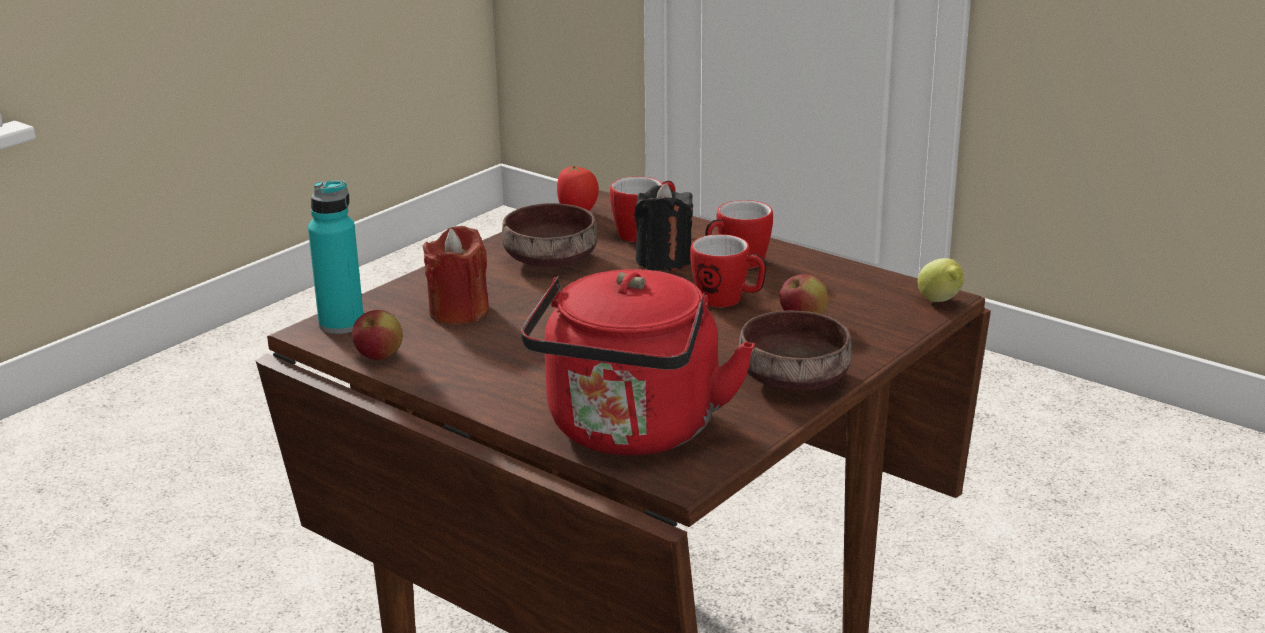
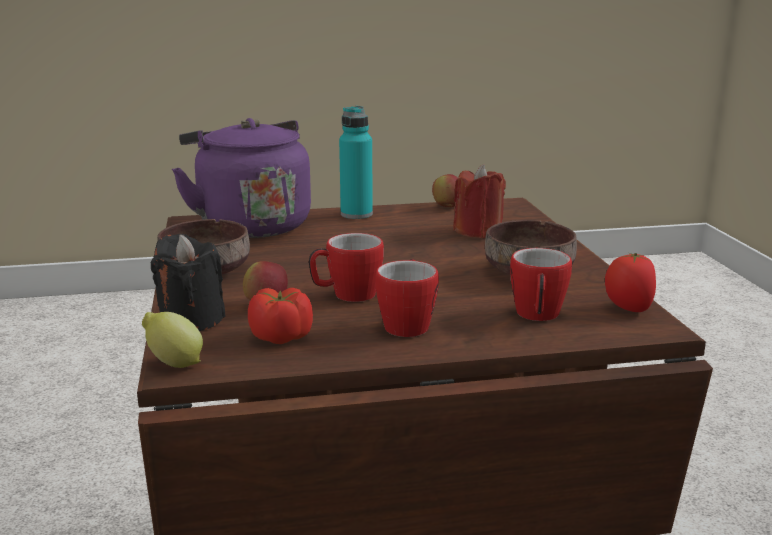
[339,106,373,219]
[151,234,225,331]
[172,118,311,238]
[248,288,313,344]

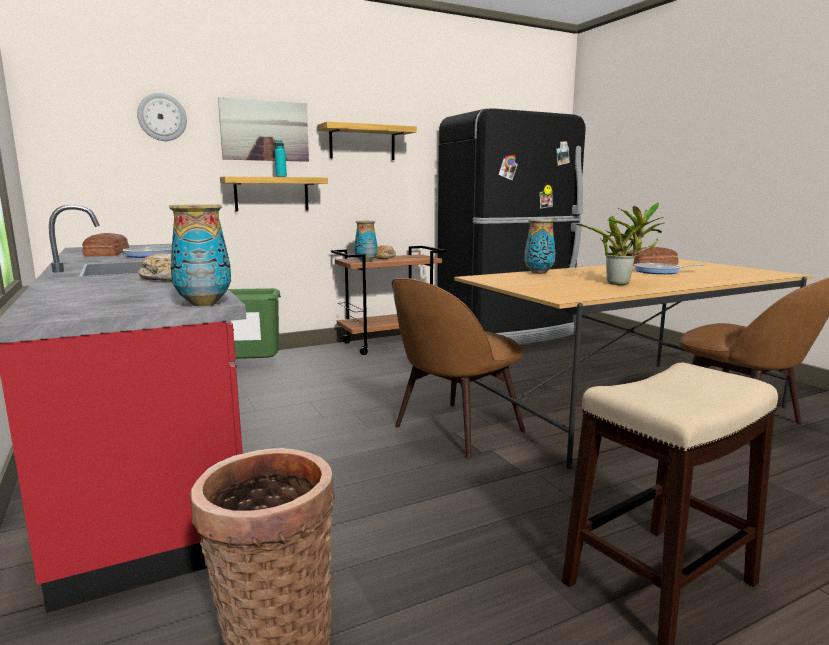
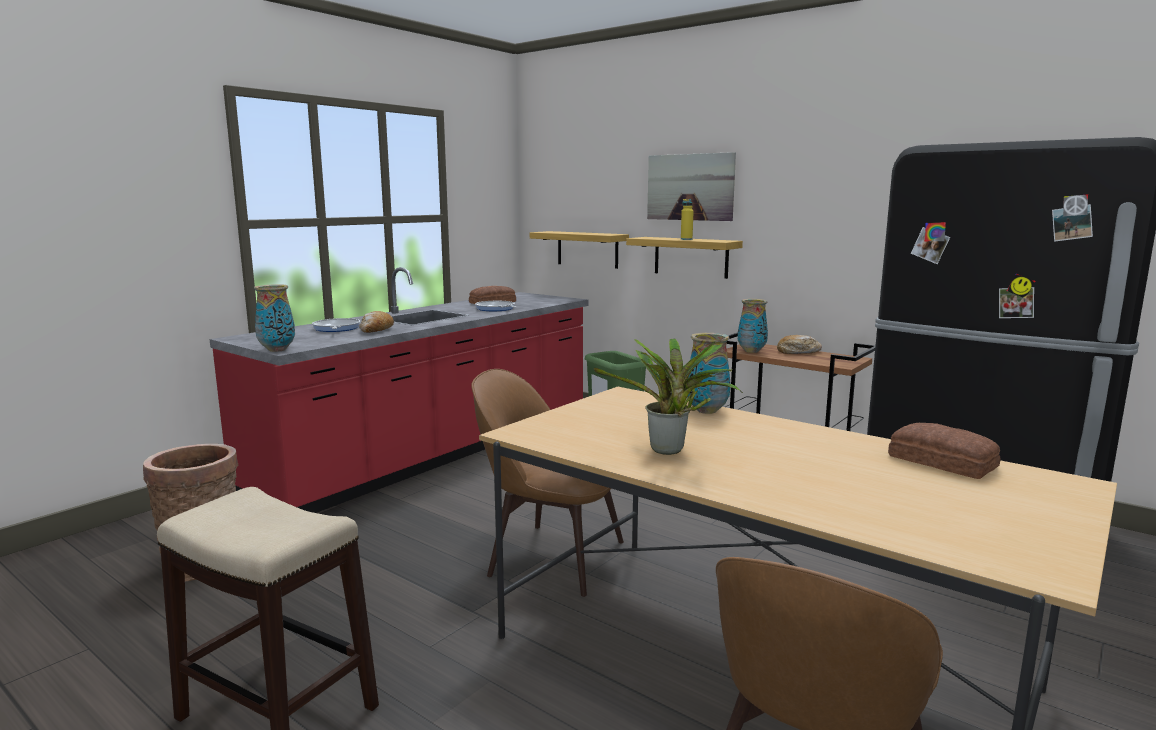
[137,93,187,141] (first image)
[530,231,629,269]
[681,199,694,240]
[312,318,360,332]

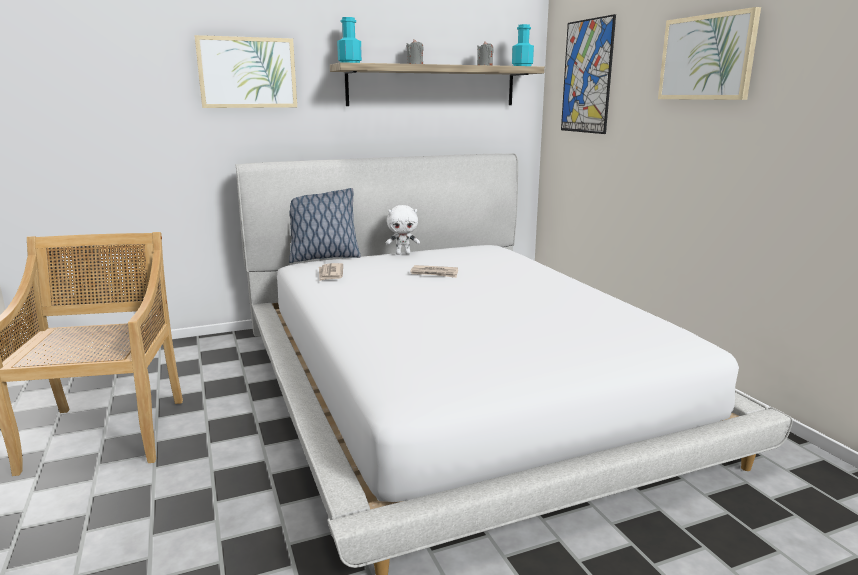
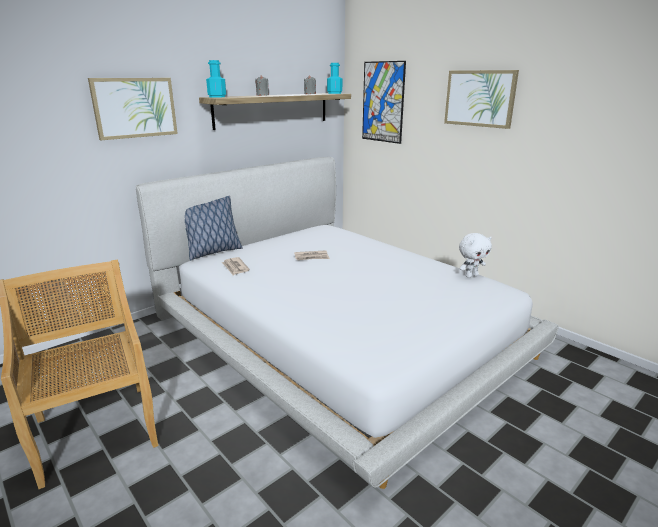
[459,233,492,278]

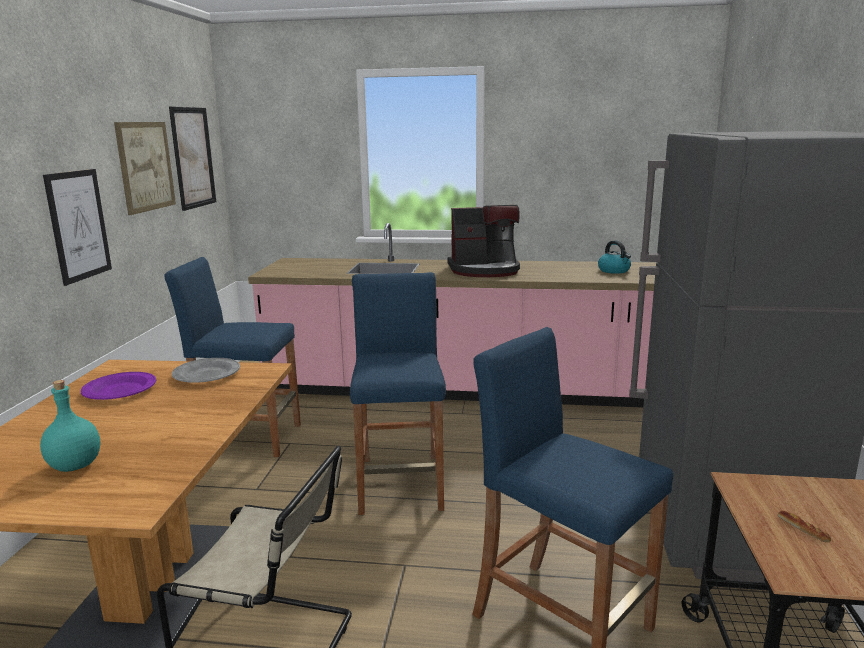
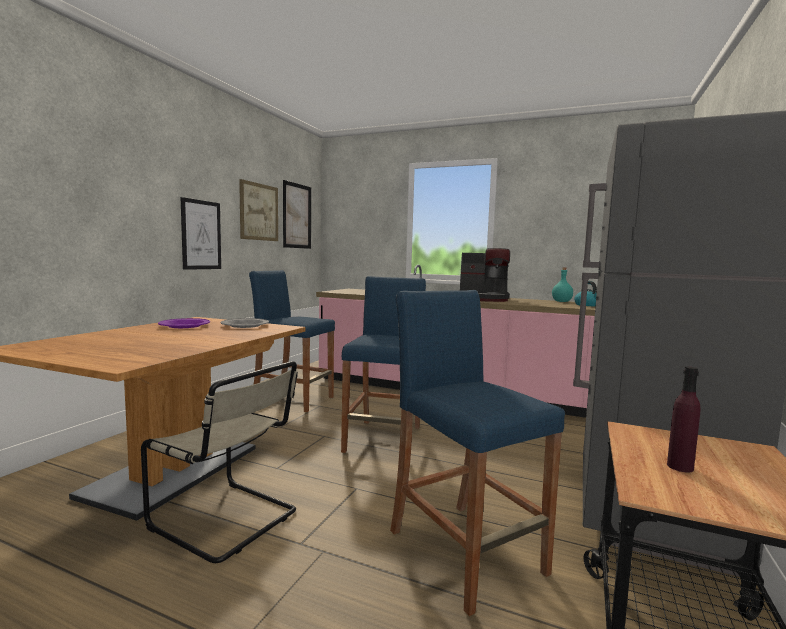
[552,267,573,302]
[667,367,701,473]

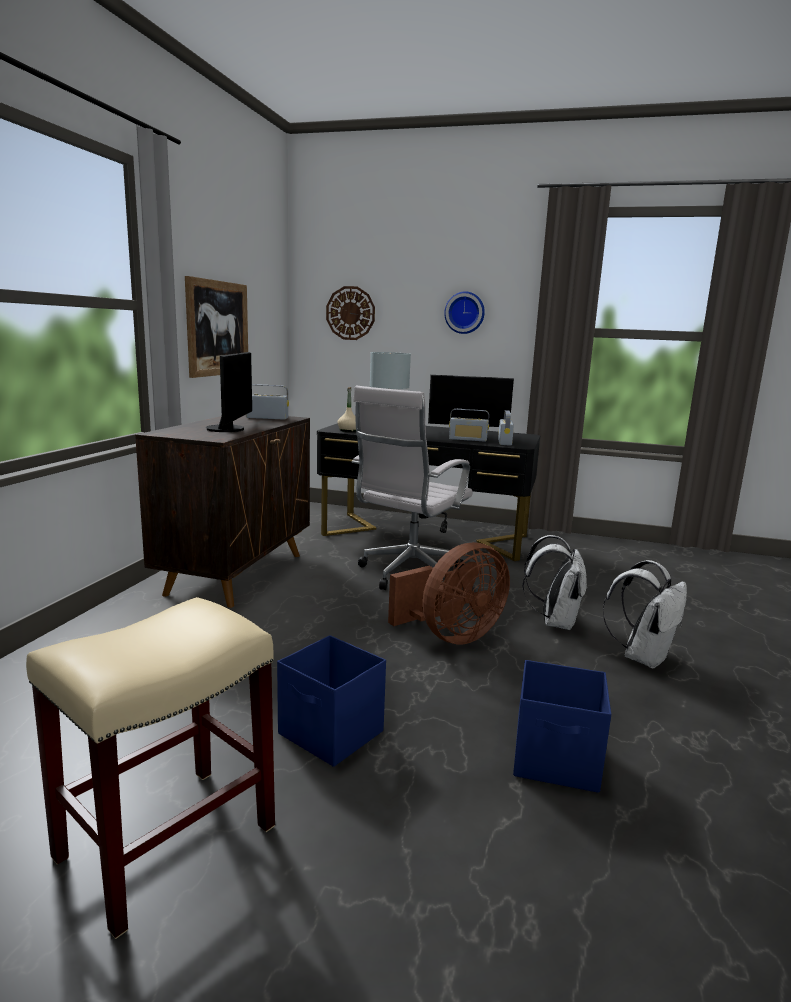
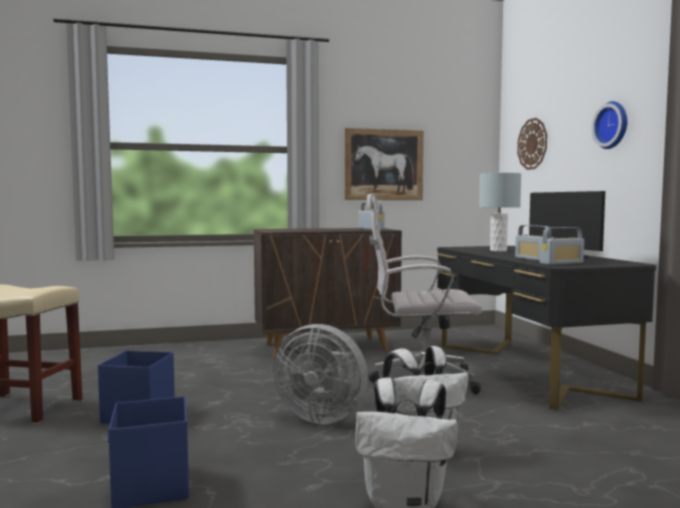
[206,352,252,432] (first image)
[337,387,356,432] (first image)
[273,324,368,424]

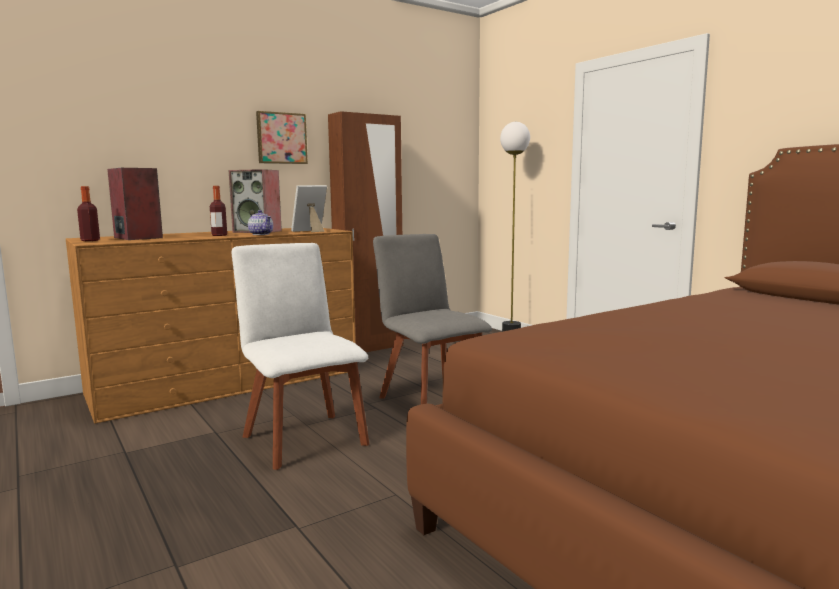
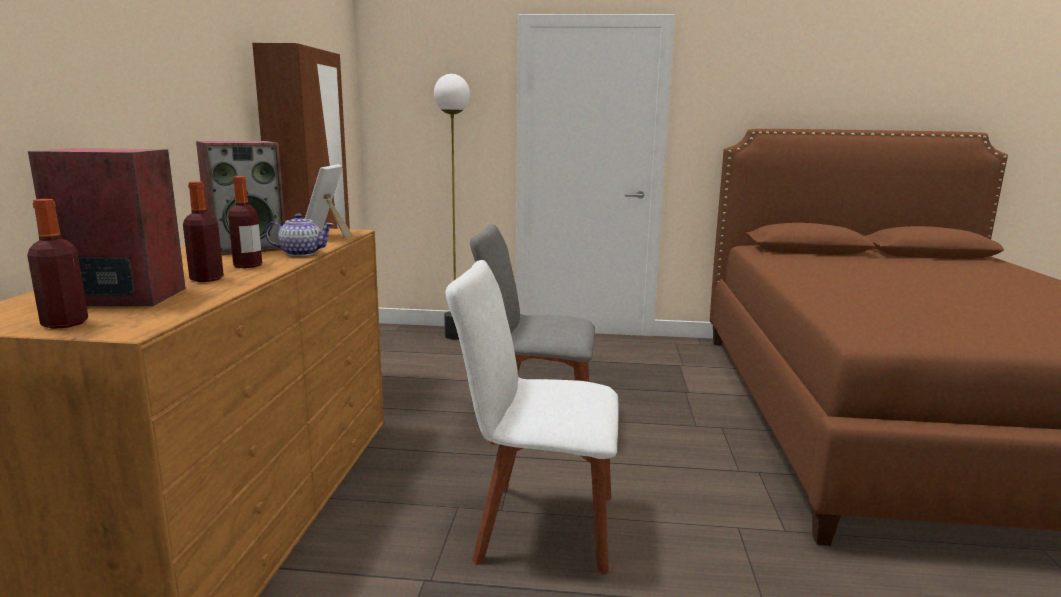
[256,111,308,164] (first image)
[183,181,224,282]

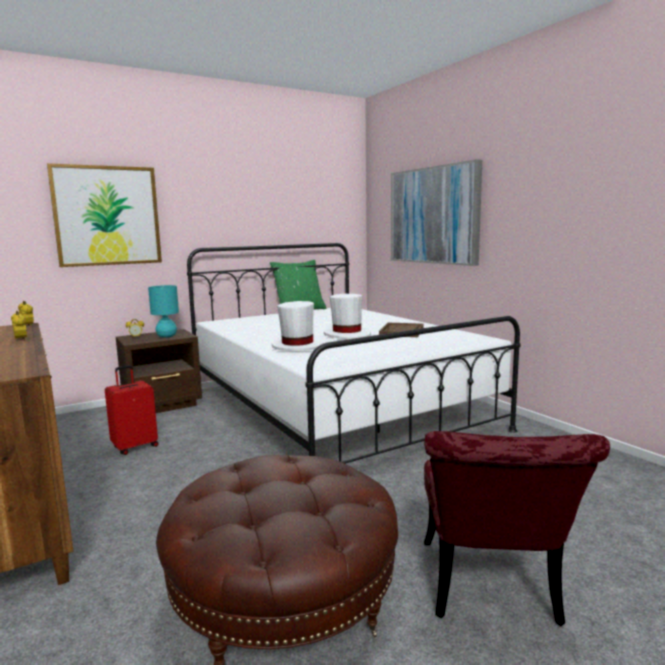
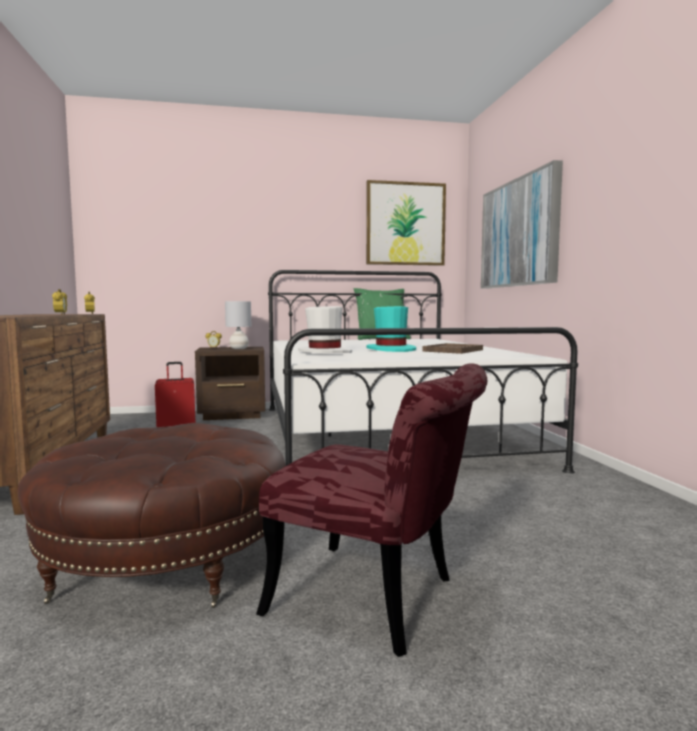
[366,180,446,266]
[225,301,251,349]
[367,306,416,352]
[256,363,487,657]

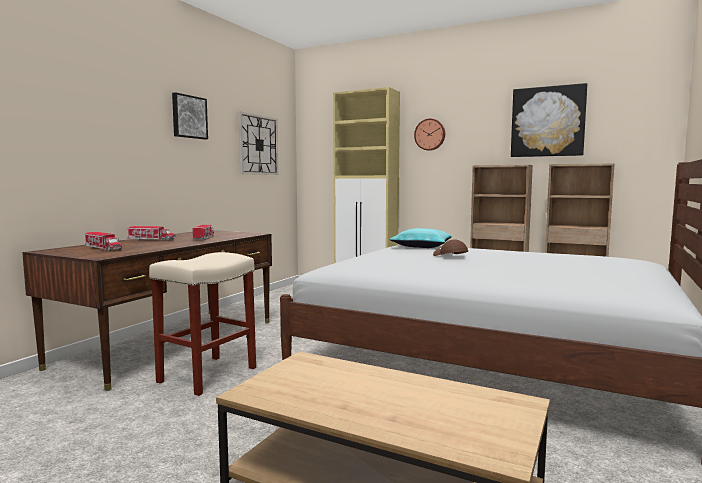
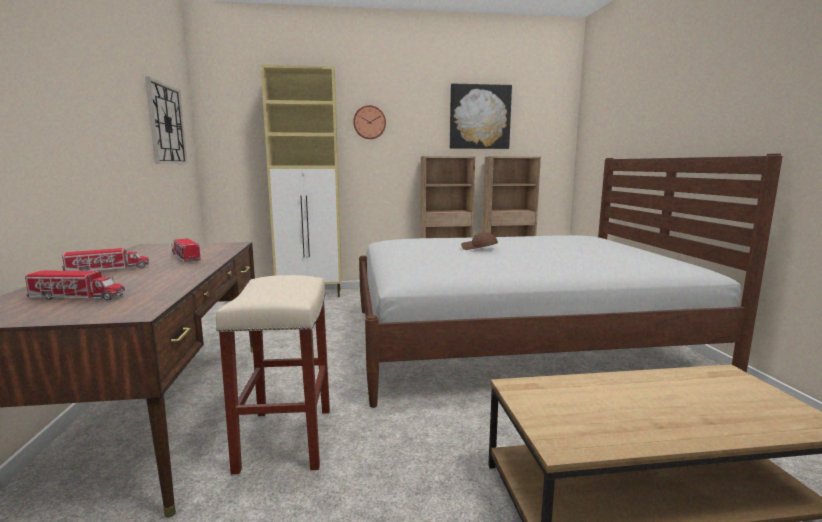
[172,92,208,140] (first image)
[389,228,452,248] (first image)

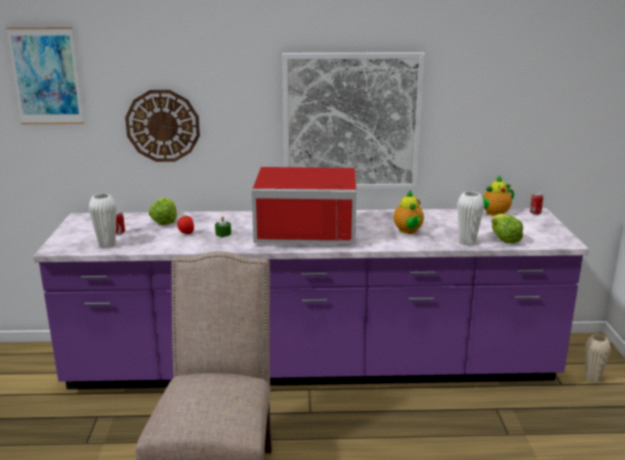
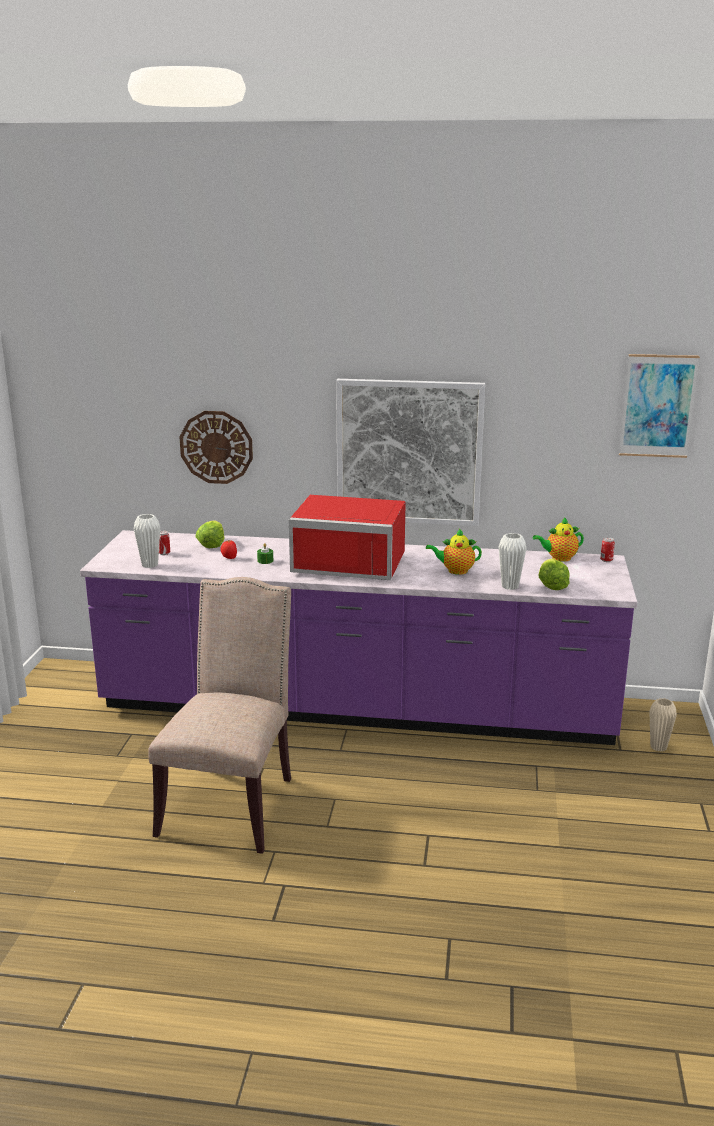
[619,354,700,458]
[426,529,482,575]

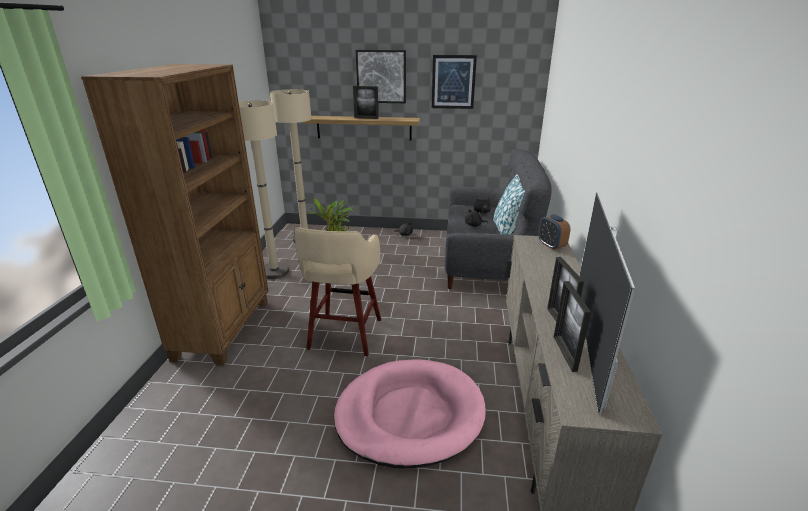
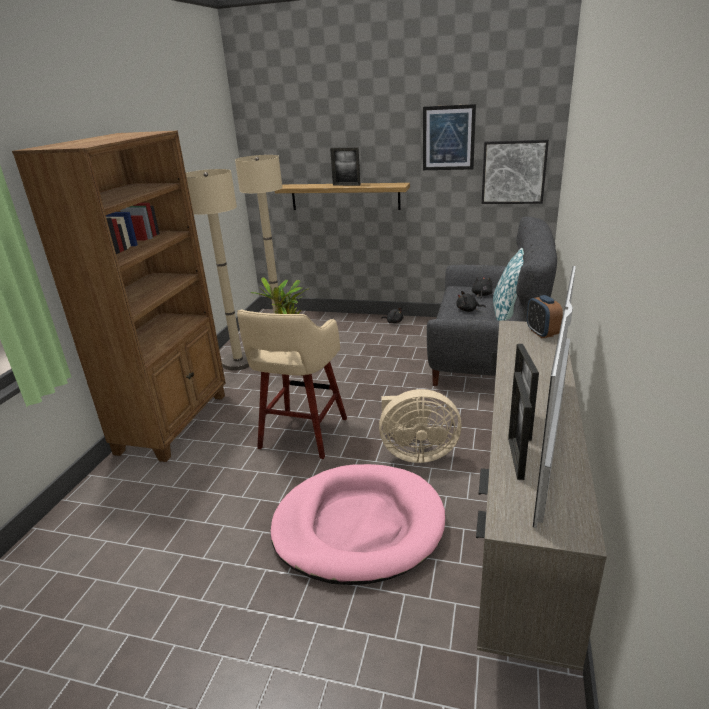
[482,140,549,204]
[379,389,462,463]

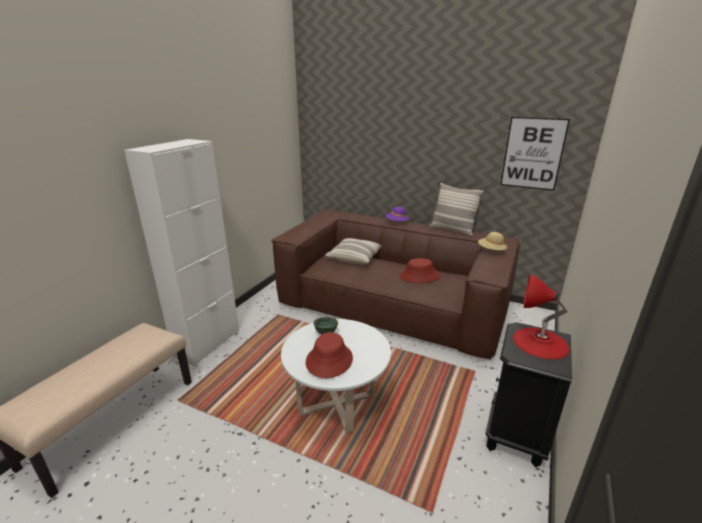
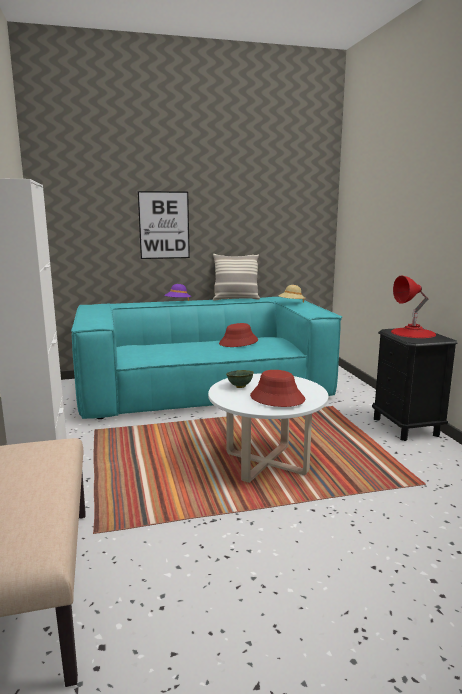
[138,191,190,259]
[71,297,342,419]
[325,238,382,264] (first image)

